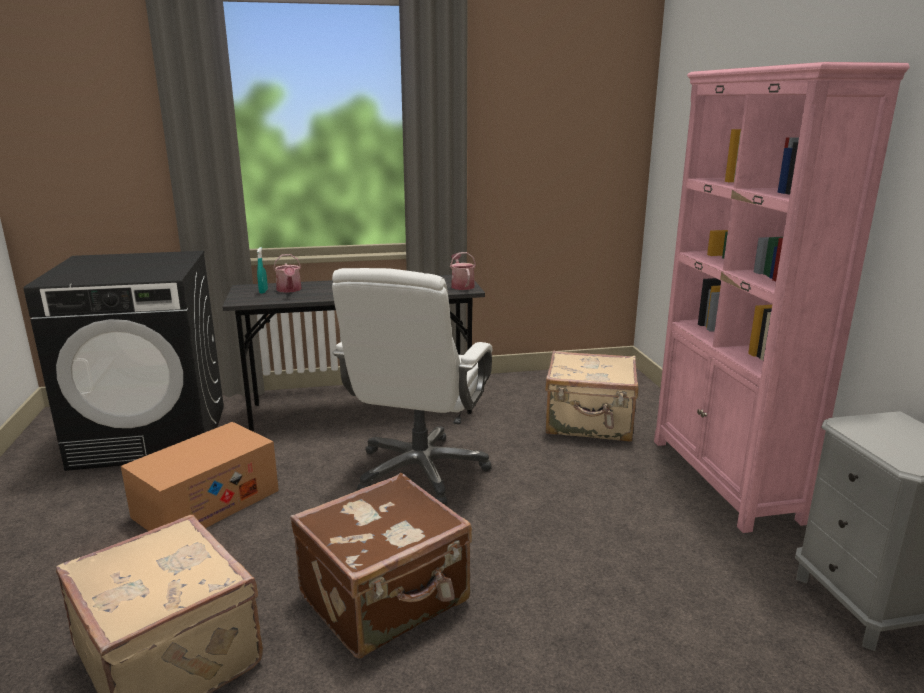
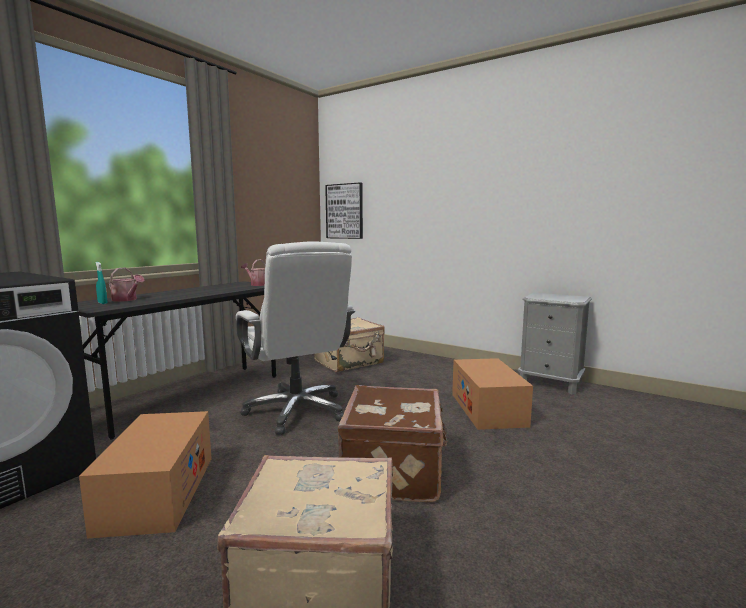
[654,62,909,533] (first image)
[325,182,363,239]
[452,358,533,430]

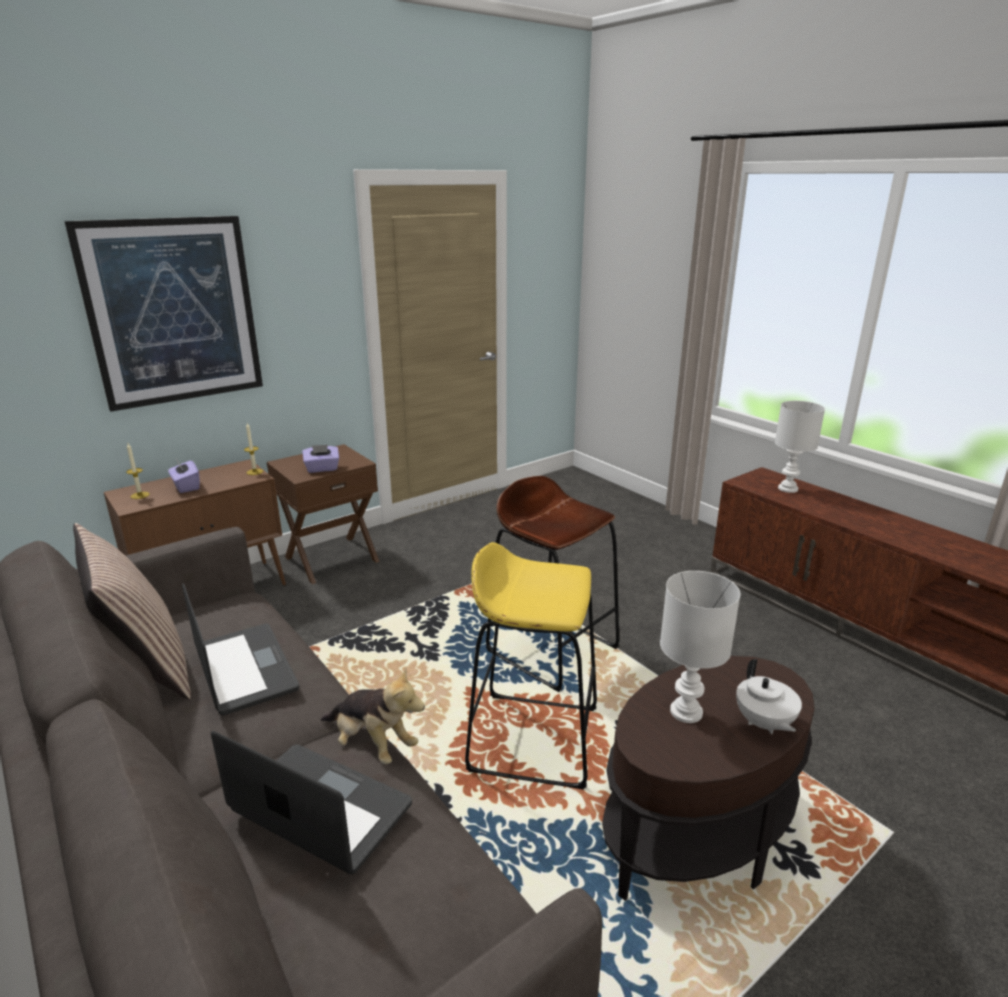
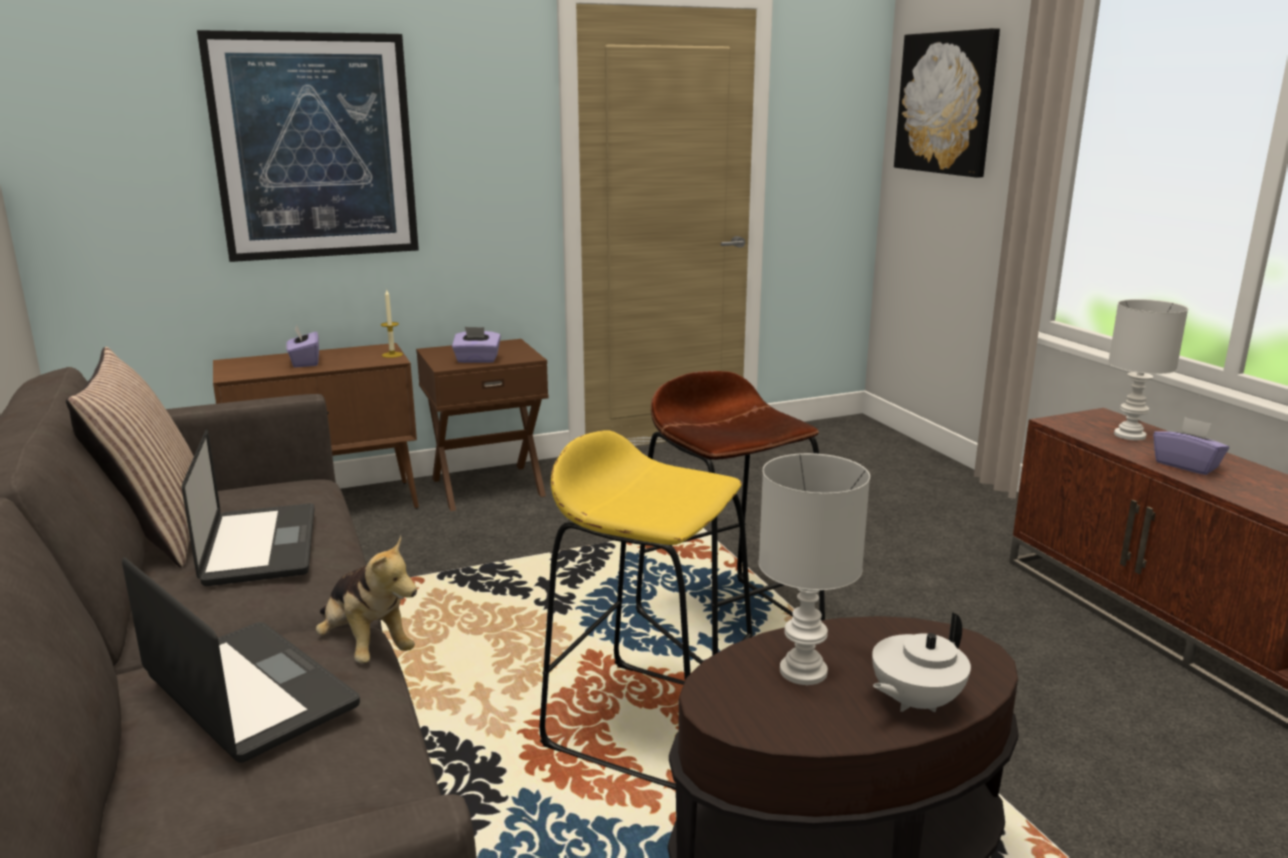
[126,443,150,499] (first image)
[872,612,971,712]
[894,28,1000,178]
[1153,417,1229,475]

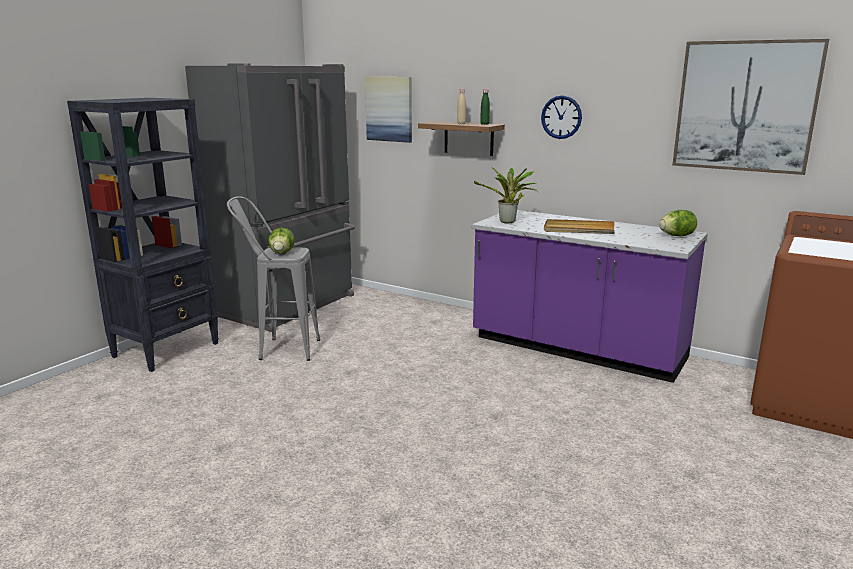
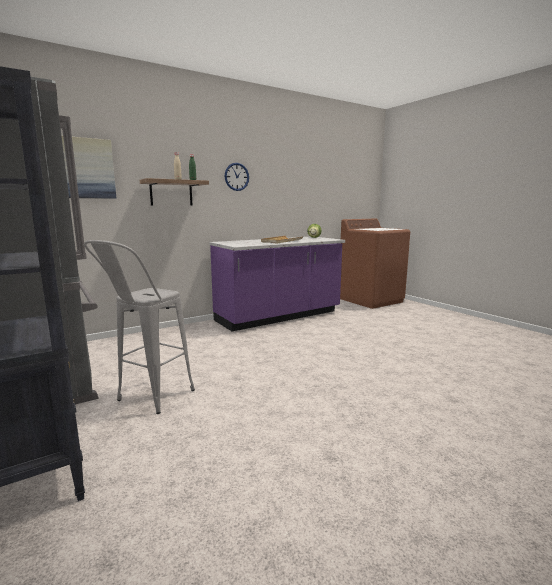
[672,39,829,175] (first image)
[474,167,539,223] (first image)
[268,228,294,254] (first image)

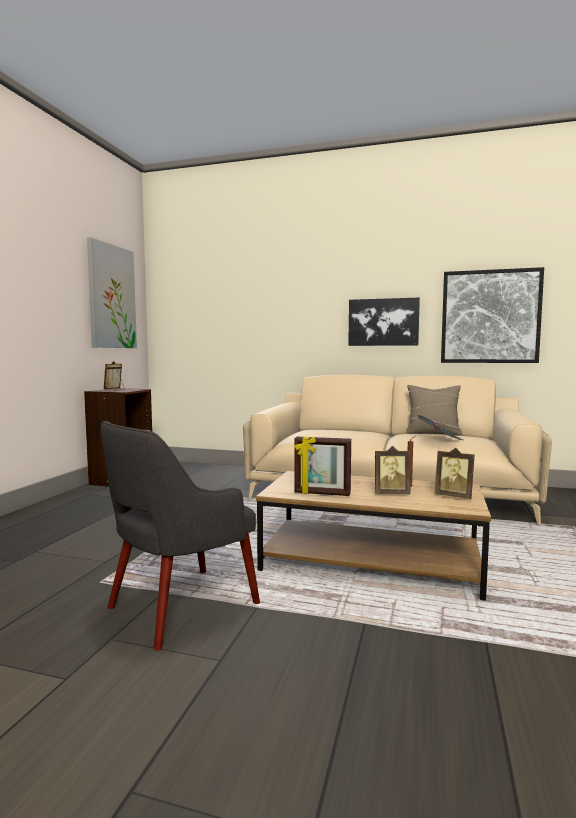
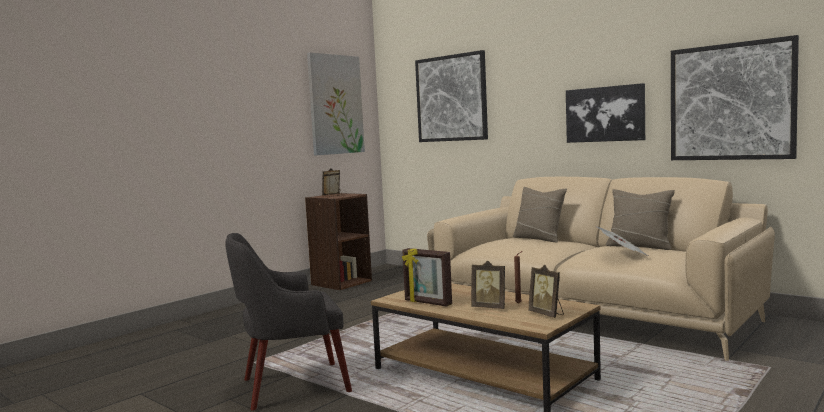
[415,50,488,142]
[513,187,567,242]

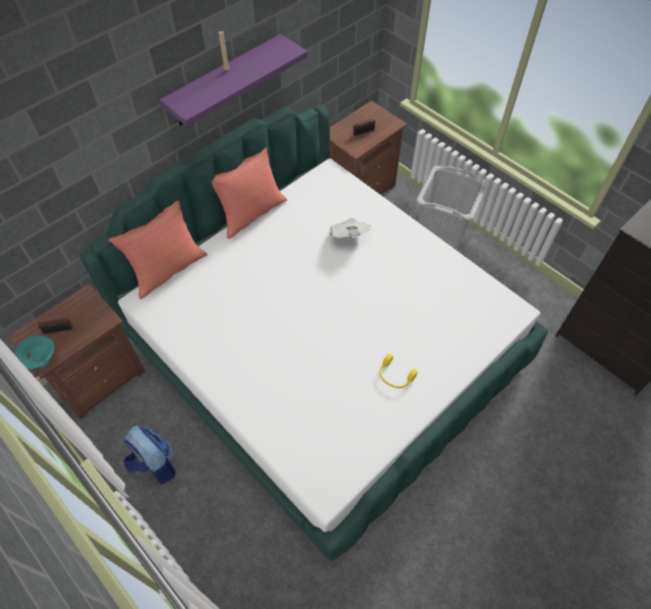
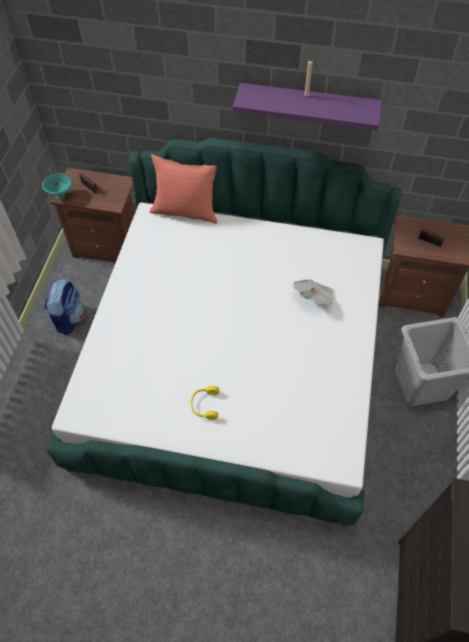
[212,147,287,239] (first image)

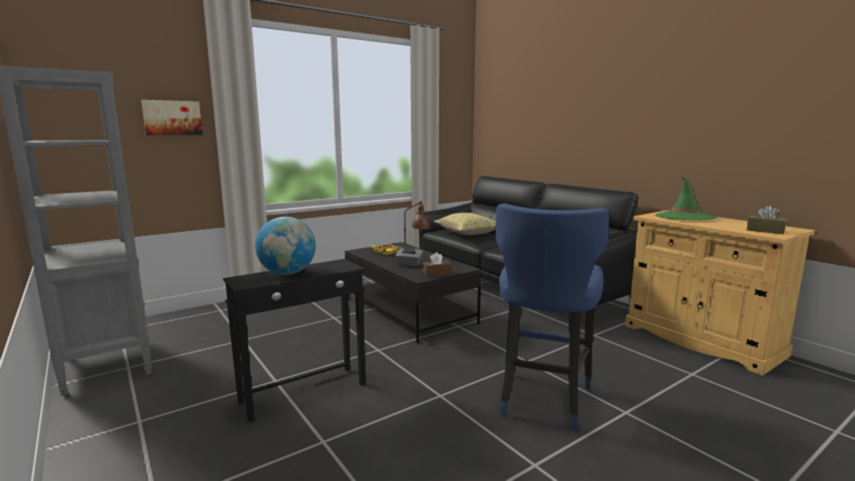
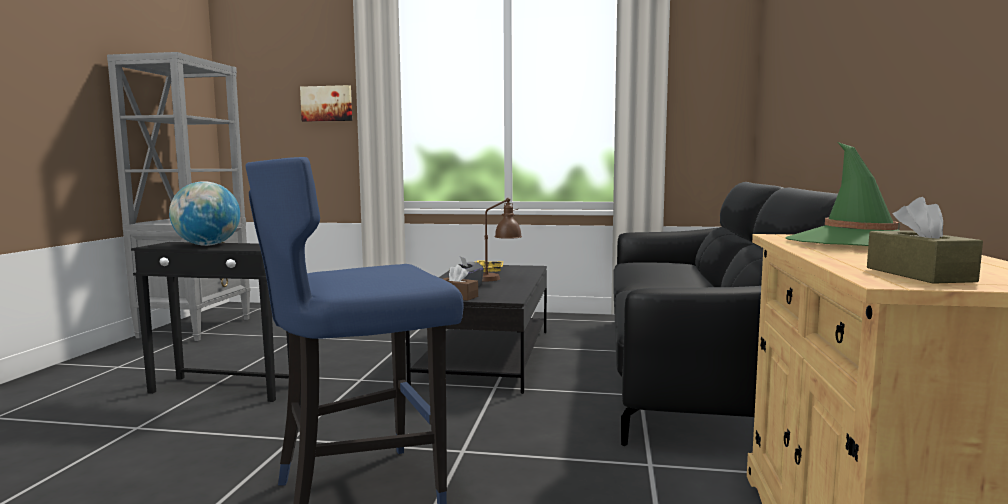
[434,213,496,235] (first image)

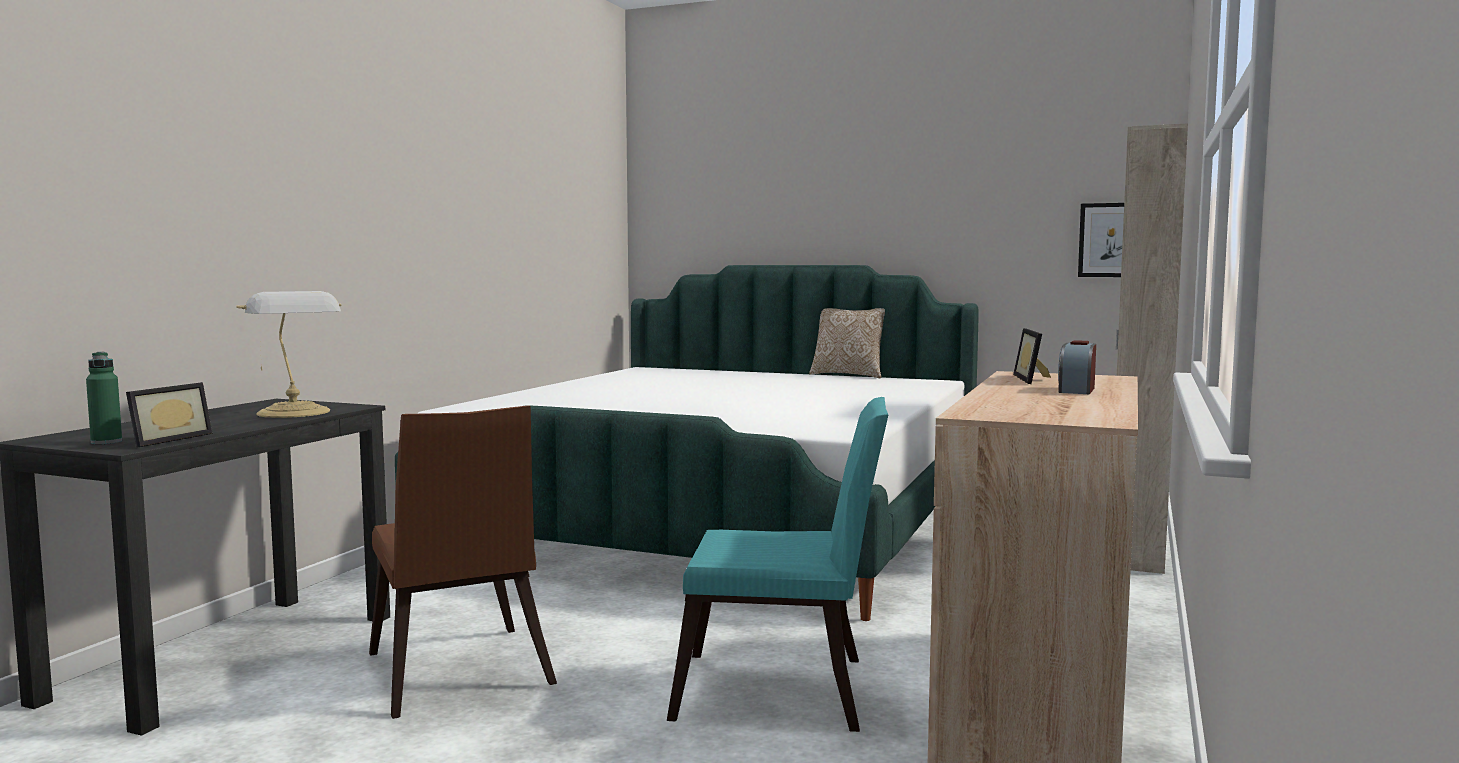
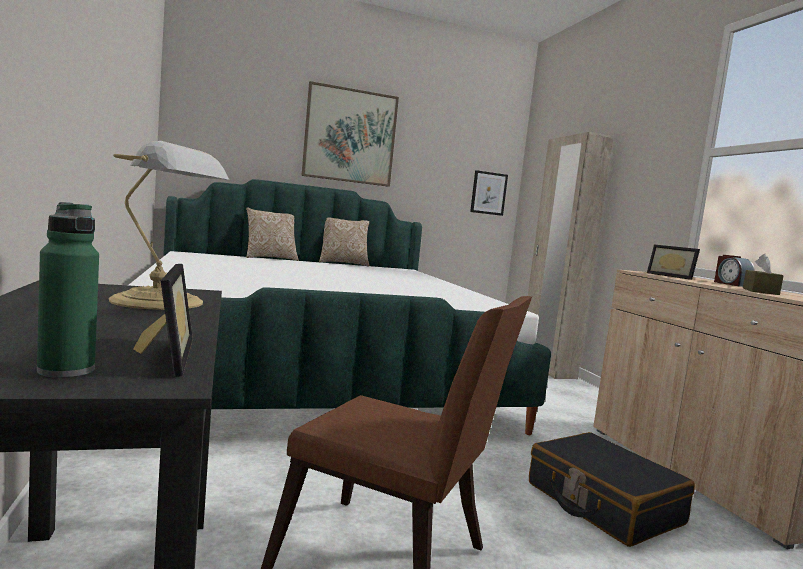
[529,432,695,547]
[301,81,399,187]
[246,207,299,261]
[743,254,784,295]

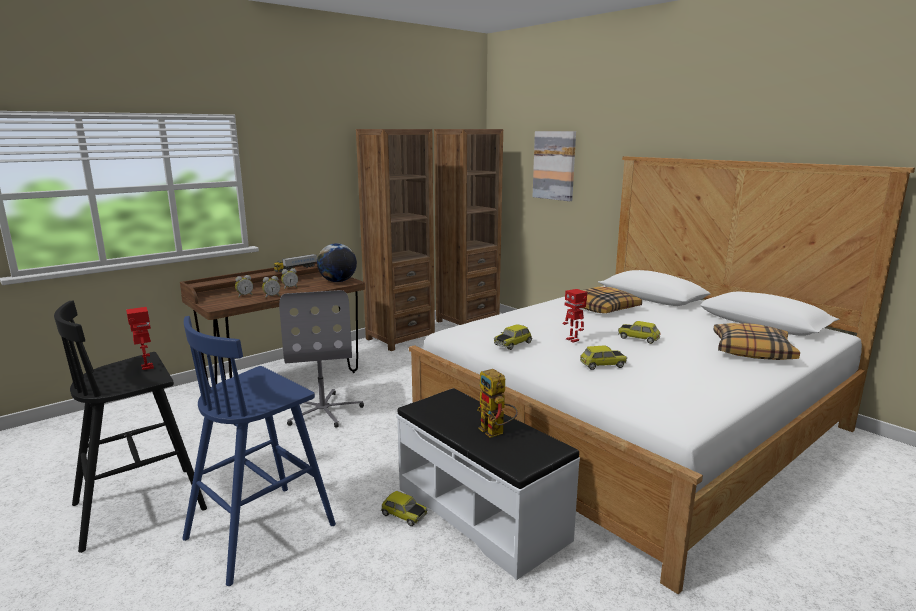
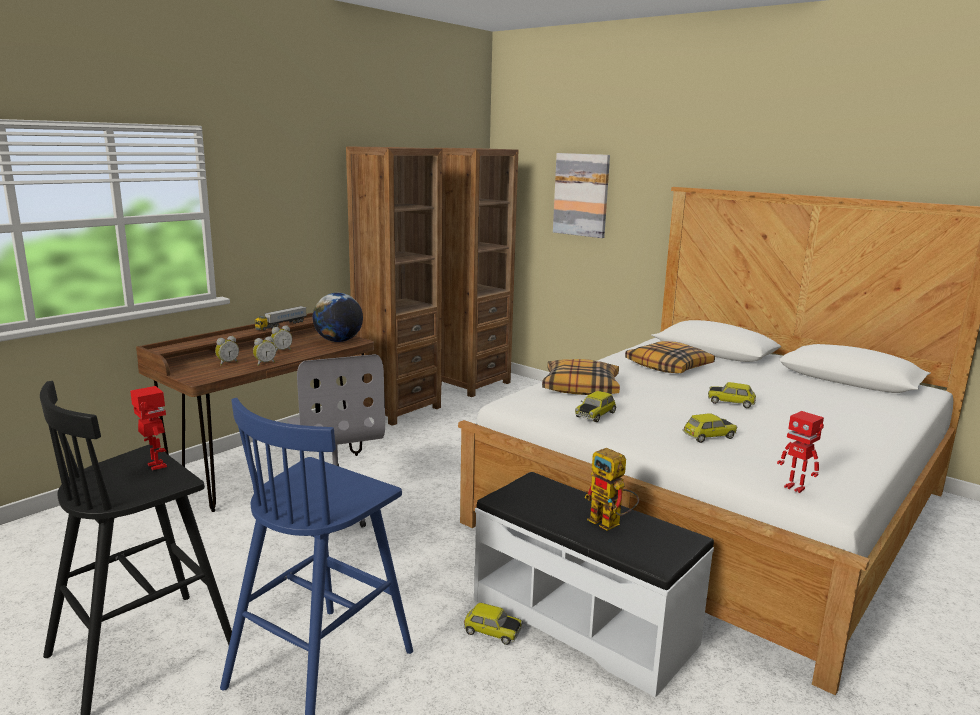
[777,411,824,493]
[542,359,620,395]

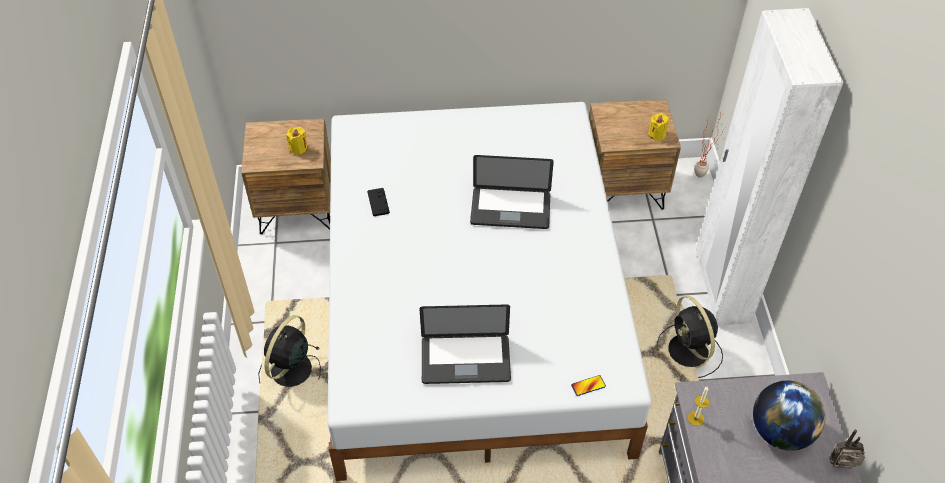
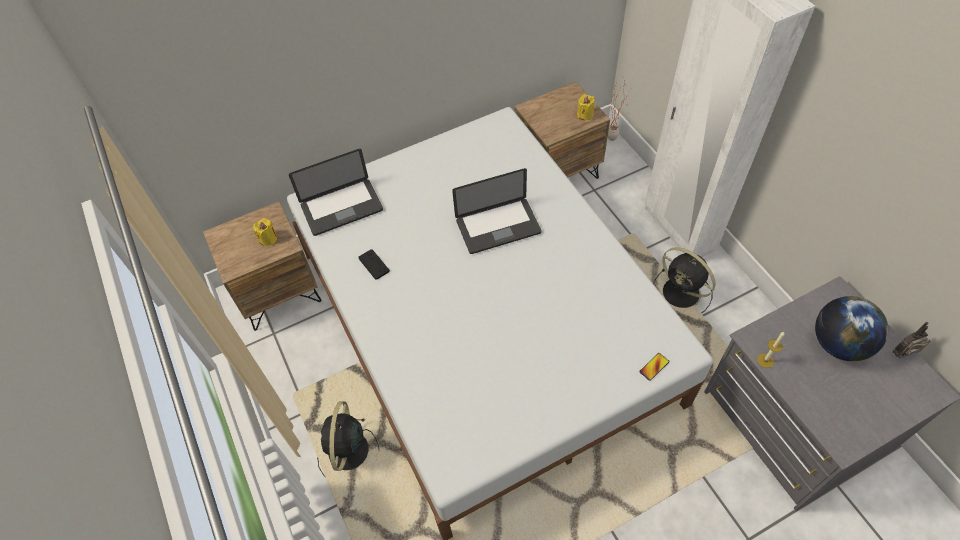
[289,149,383,236]

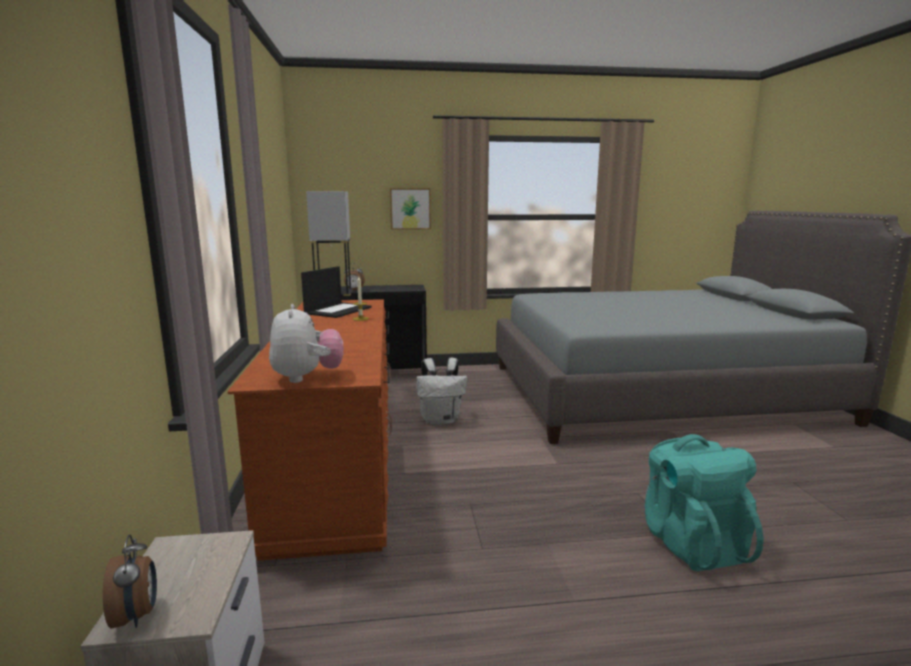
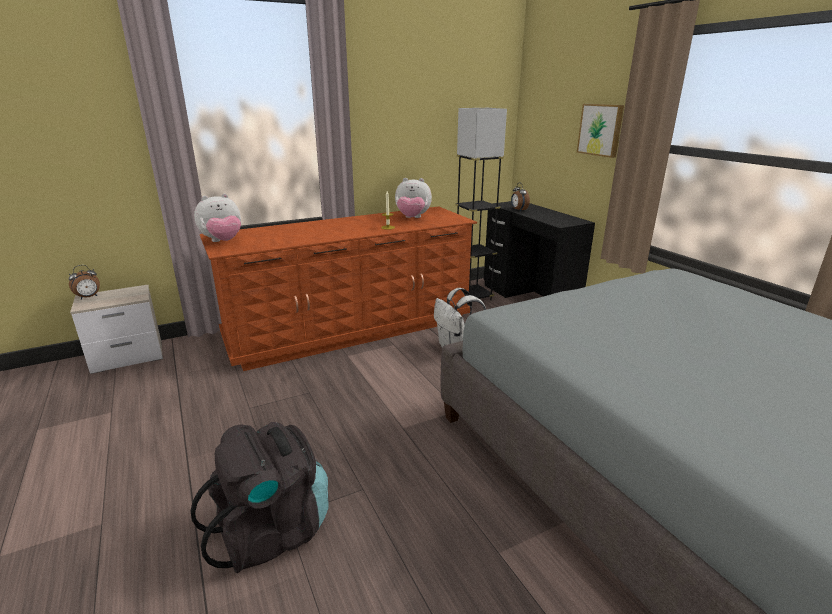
[395,178,432,218]
[190,422,329,573]

